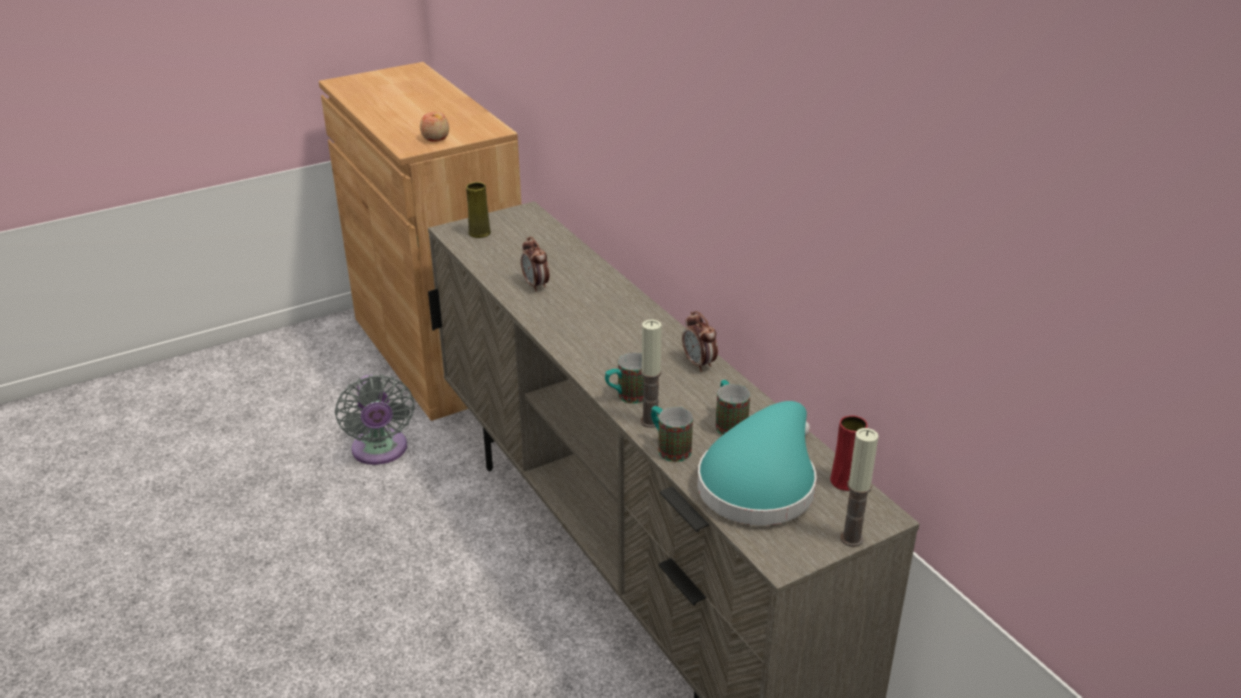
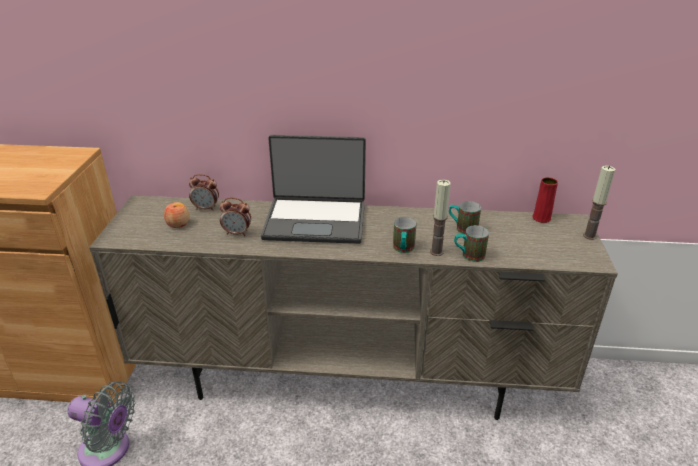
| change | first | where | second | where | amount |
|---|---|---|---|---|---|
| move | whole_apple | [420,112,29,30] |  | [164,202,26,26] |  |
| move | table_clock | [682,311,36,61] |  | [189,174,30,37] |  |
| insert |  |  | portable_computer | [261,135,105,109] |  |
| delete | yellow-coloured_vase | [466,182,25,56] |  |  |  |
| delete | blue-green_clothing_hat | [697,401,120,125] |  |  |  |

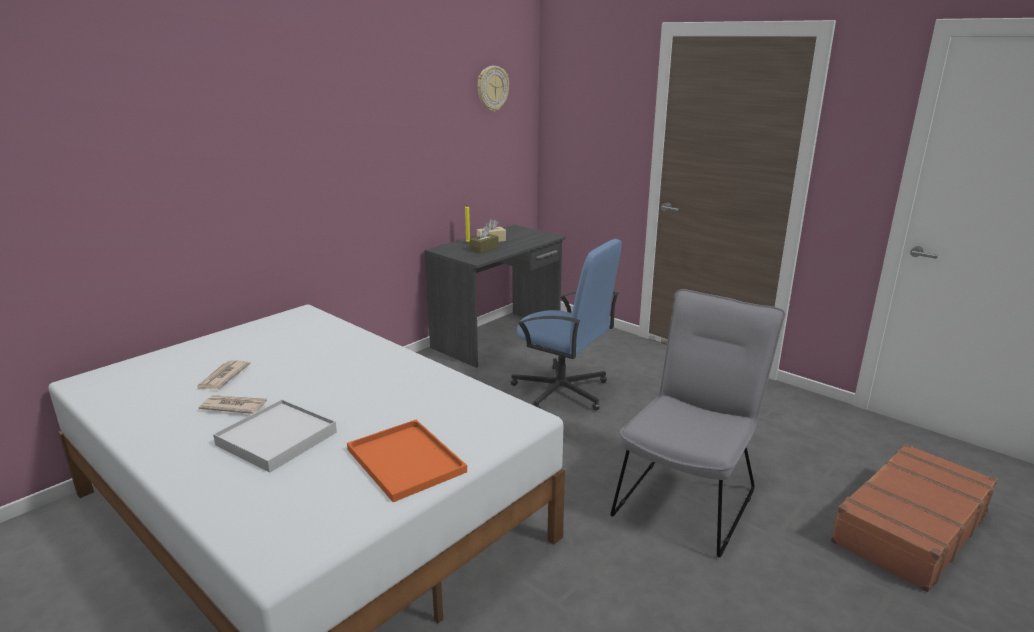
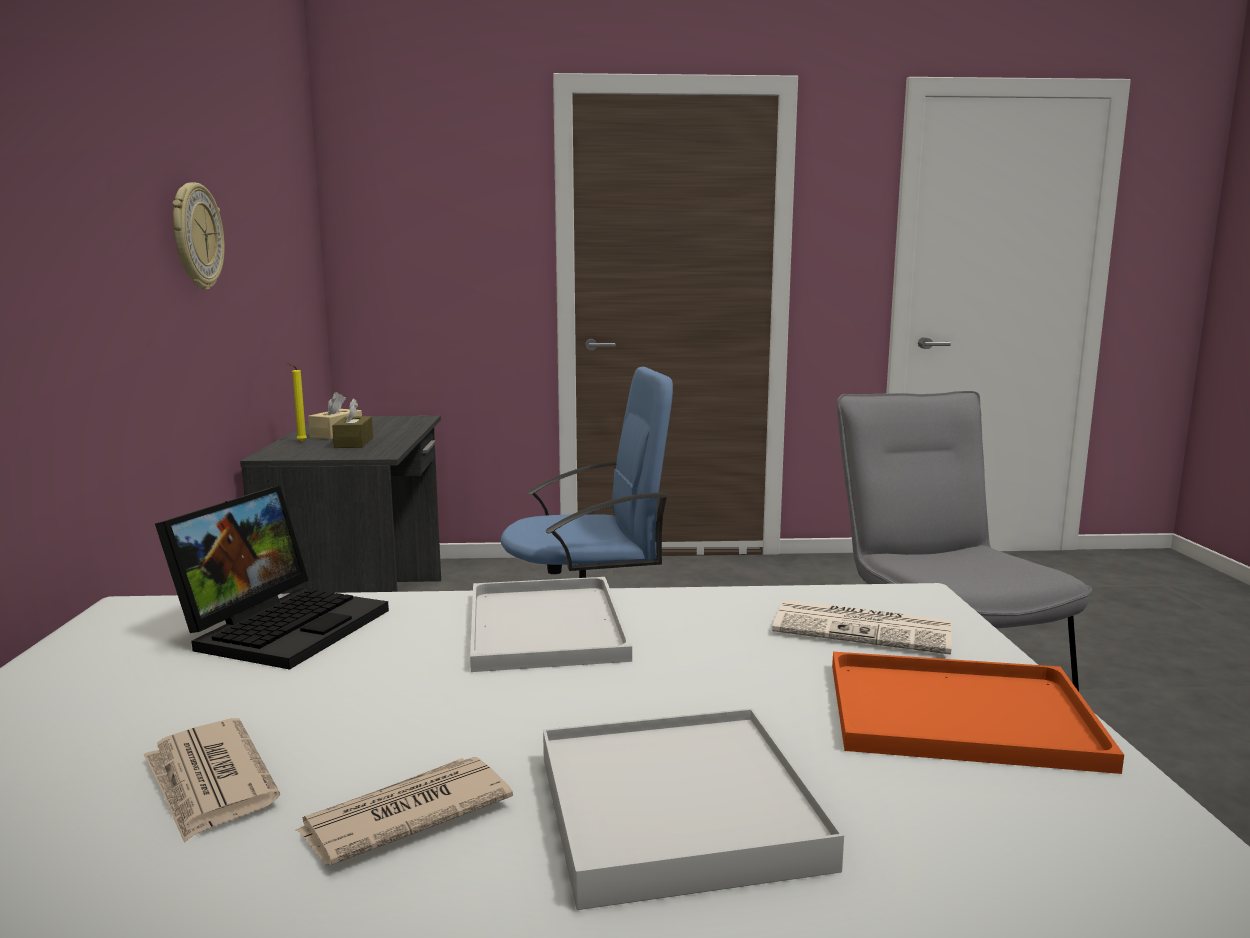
| change | first | where | second | where | amount |
|---|---|---|---|---|---|
| insert |  |  | portable_computer | [155,486,234,184] |  |
| move | clock_on_the_wall | [477,66,32,46] |  | [173,182,52,108] |  |
| insert |  |  | white_carrying_tray | [470,577,162,95] |  |
| insert |  |  | printed_paper | [772,600,180,55] |  |
| delete | brown_suitcase | [830,443,168,149] |  |  |  |

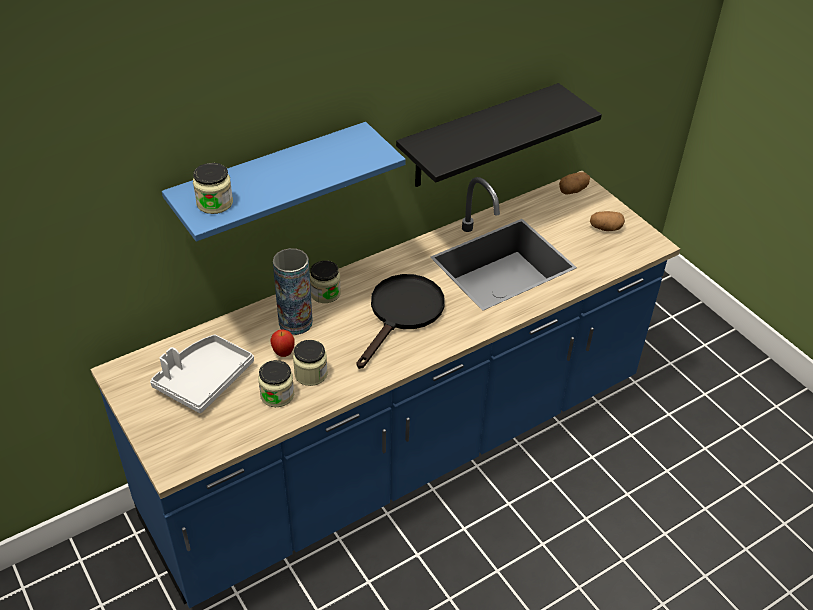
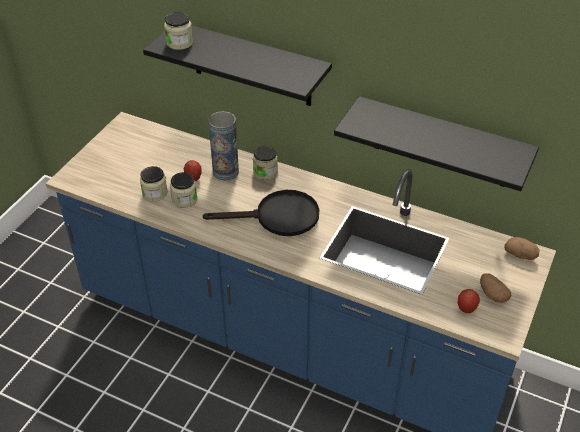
| change | first | where | second | where | amount |
|---|---|---|---|---|---|
| recolor | blue-coloured_wall_shelf | [162,122,244,120] | black-coloured_wall_shelf | [143,26,189,80] |  |
| insert |  |  | whole_apple | [458,289,22,24] |  |
| delete | gray_carrying_tray | [150,334,104,79] |  |  |  |

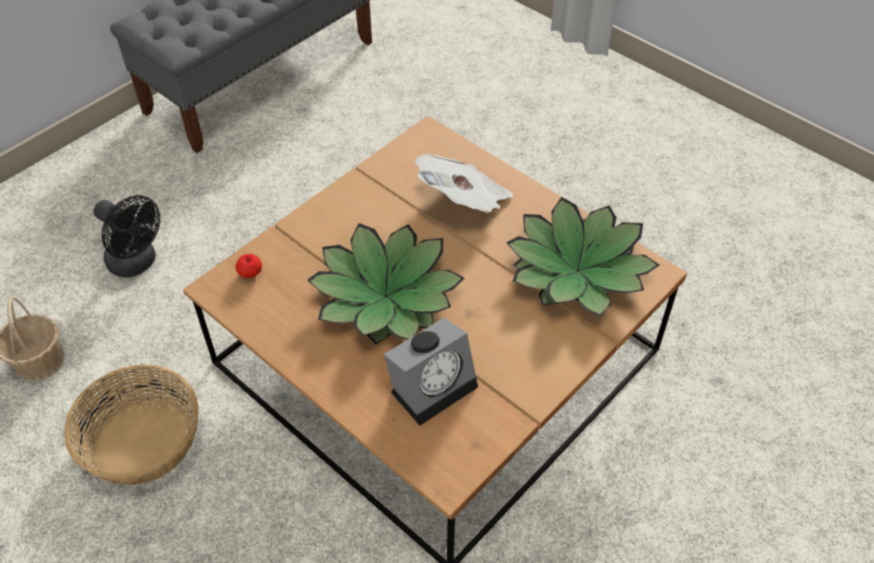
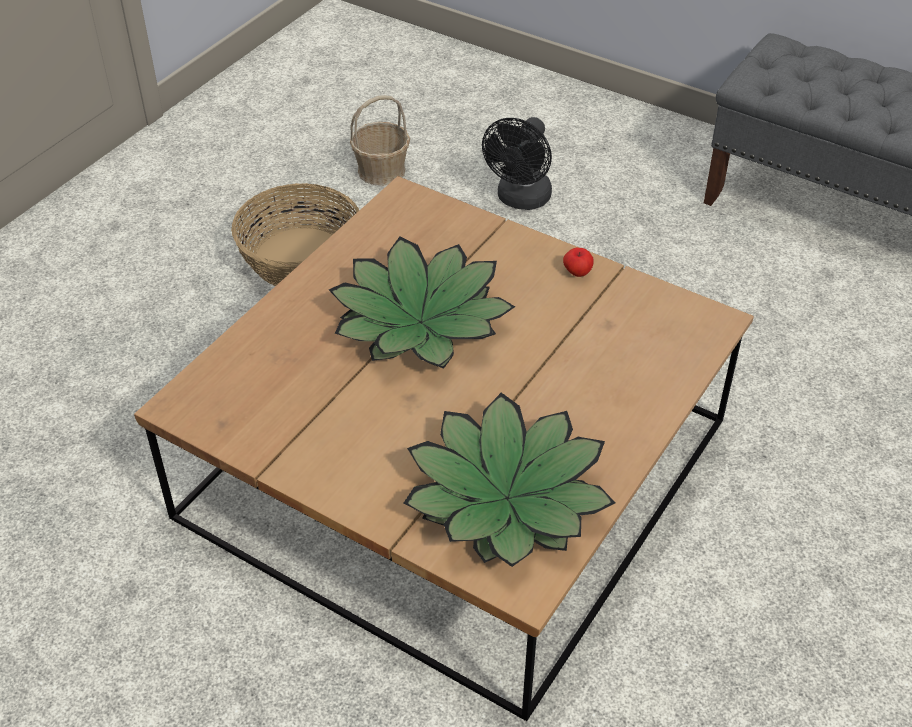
| change | first | where | second | where | amount |
|---|---|---|---|---|---|
| move | whole_apple | [236,254,26,24] |  | [563,248,31,29] |  |
| delete | table_clock | [384,318,94,107] |  |  |  |
| delete | printed_paper | [415,154,98,59] |  |  |  |

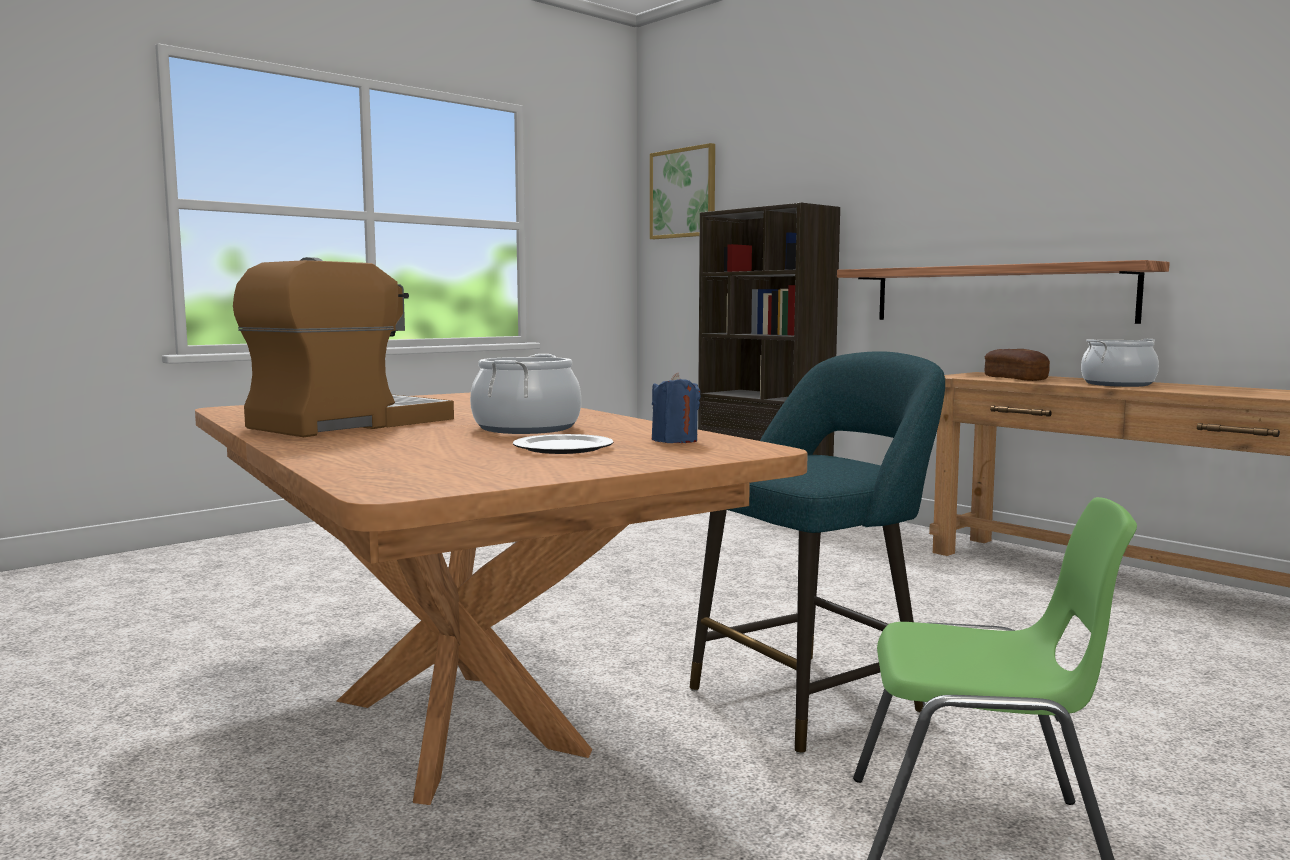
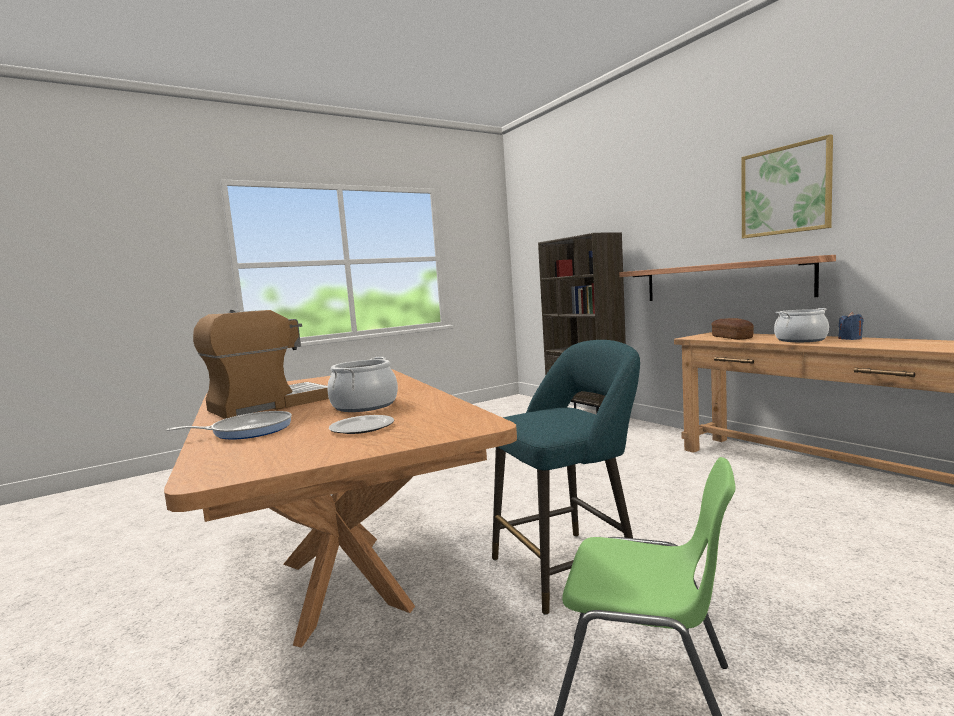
| change | first | where | second | where | amount |
|---|---|---|---|---|---|
| insert |  |  | skillet | [166,411,126,29] |  |
| move | wall_picture | [650,143,65,96] |  | [741,134,92,104] |  |
| move | blue-coloured_wax_candle | [652,373,48,70] |  | [838,312,26,28] |  |

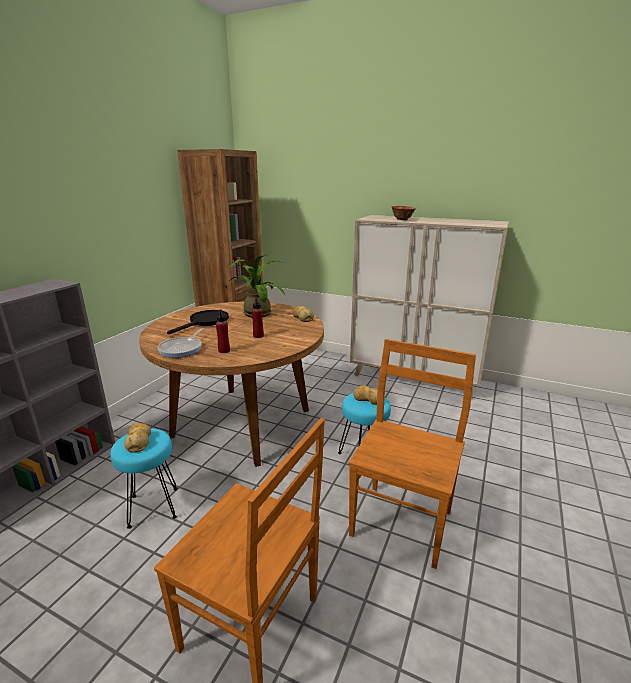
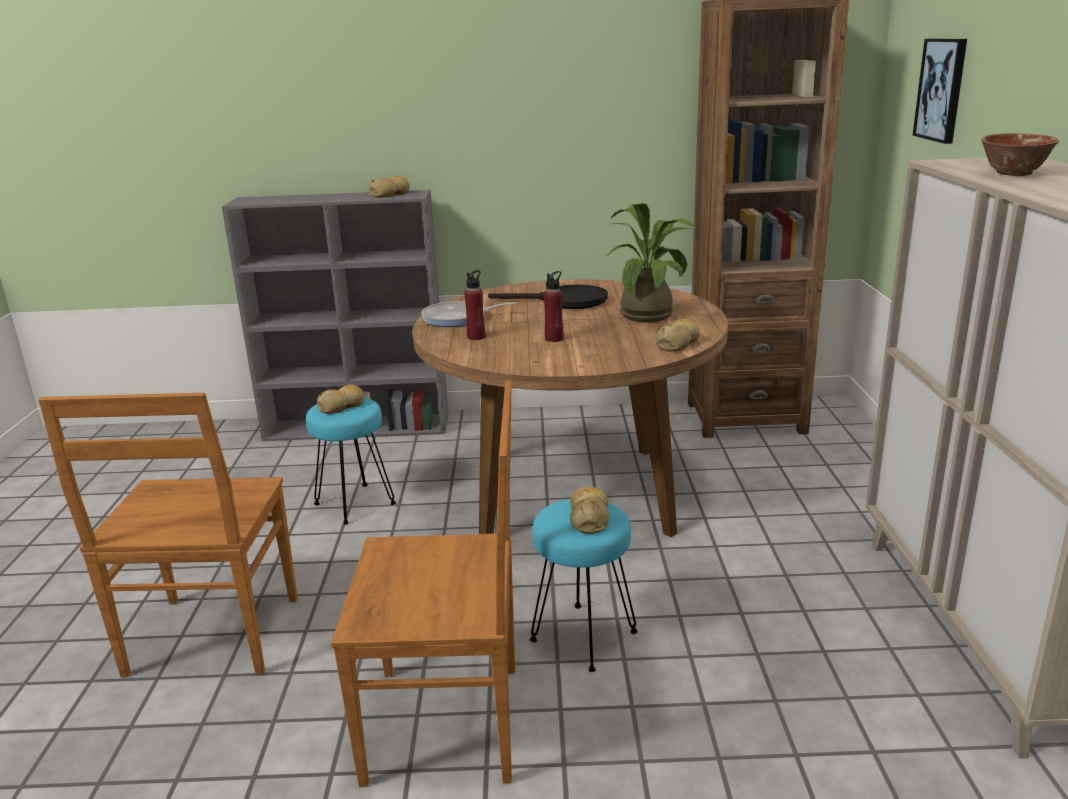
| change | first | where | second | where | amount |
|---|---|---|---|---|---|
| insert |  |  | bakery_bread | [369,176,41,22] |  |
| insert |  |  | wall_picture | [913,38,54,106] |  |

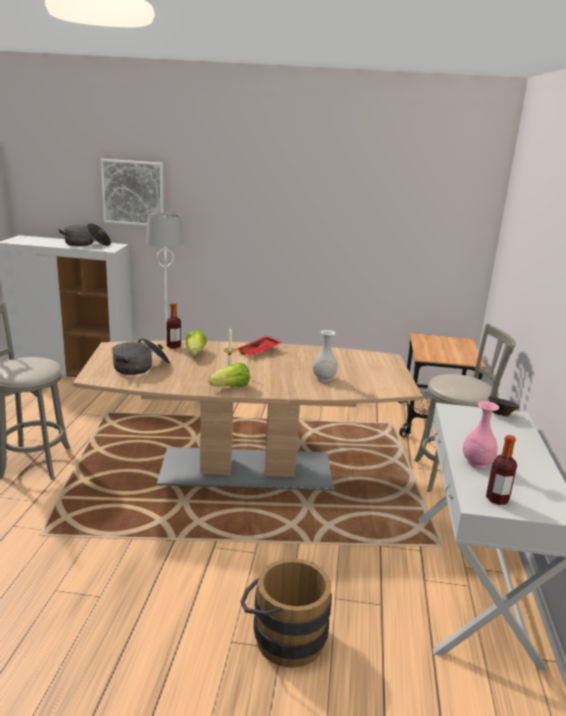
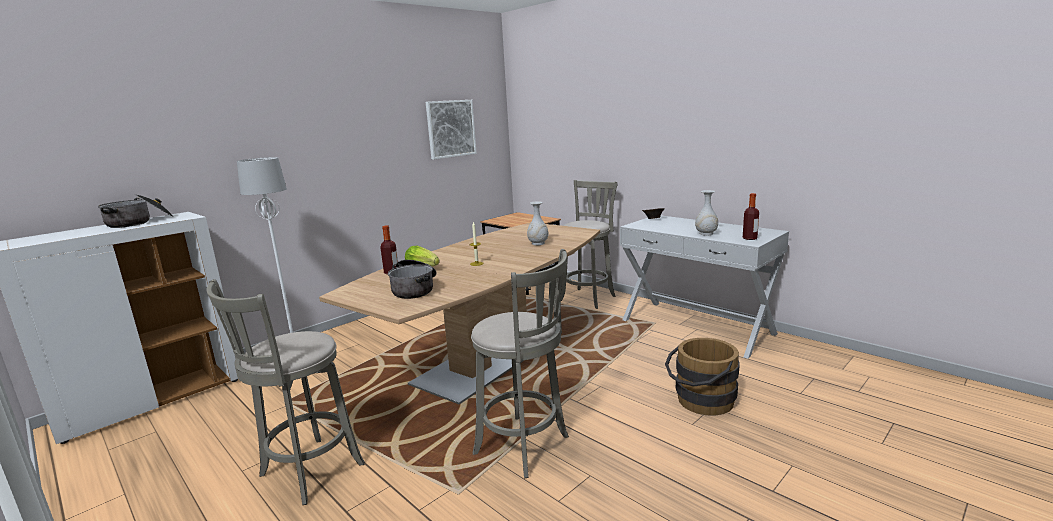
| change | first | where | second | where | amount |
|---|---|---|---|---|---|
| move | wall_picture | [101,159,63,67] |  | [426,100,51,59] |  |
| insert |  |  | gray_stool_seat | [471,249,98,229] |  |
| recolor | pink_vase | [463,401,36,68] | white_vase | [695,190,23,46] |  |
| delete | lettuce | [209,363,41,24] |  |  |  |
| delete | red_carrying_tray | [236,336,46,20] |  |  |  |

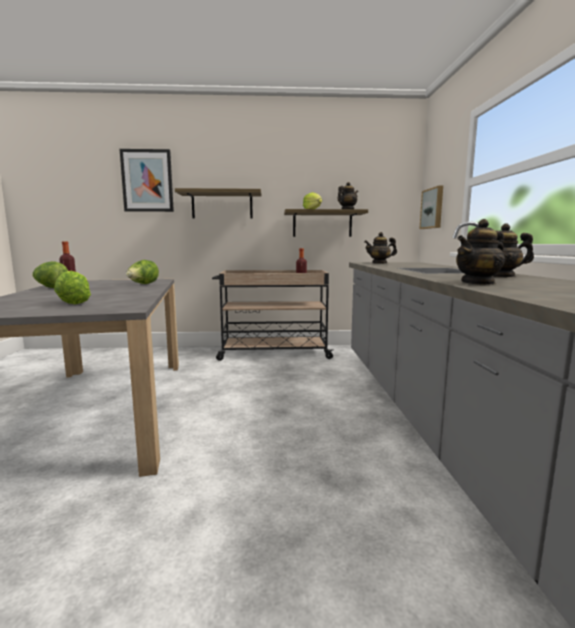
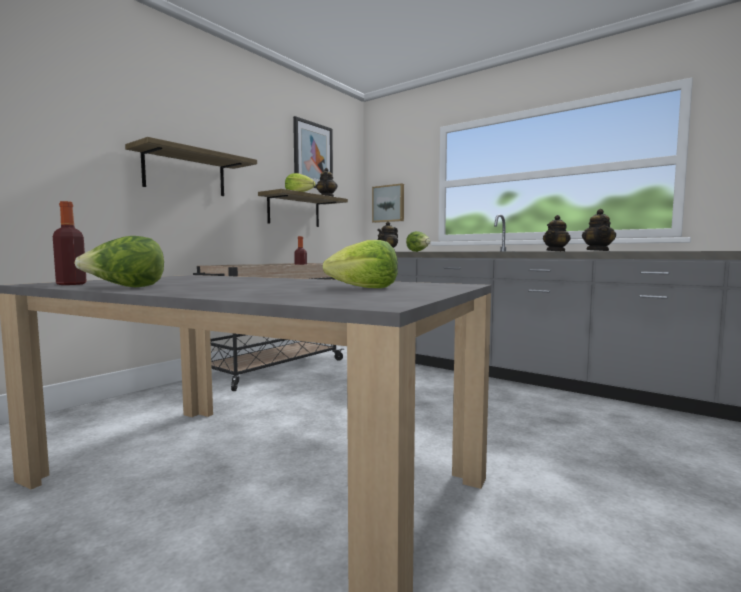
| change | first | where | second | where | amount |
|---|---|---|---|---|---|
| move | wall_picture | [120,149,54,63] |  | [293,116,40,72] |  |
| move | lettuce | [126,260,33,24] |  | [406,231,24,21] |  |

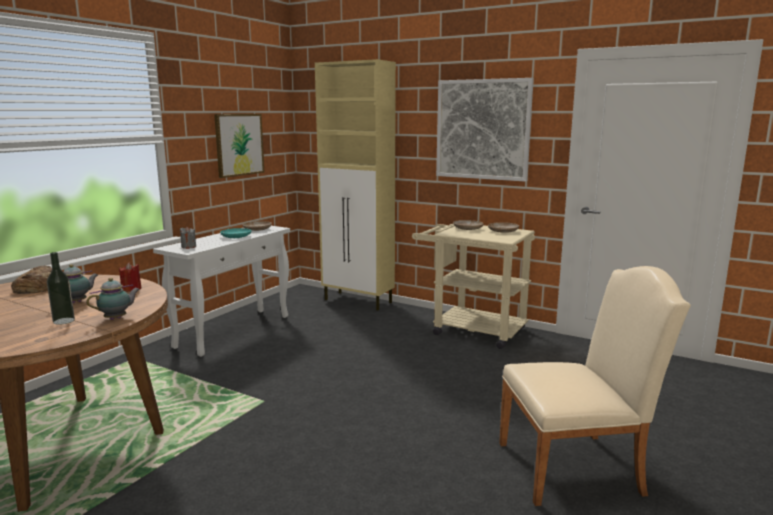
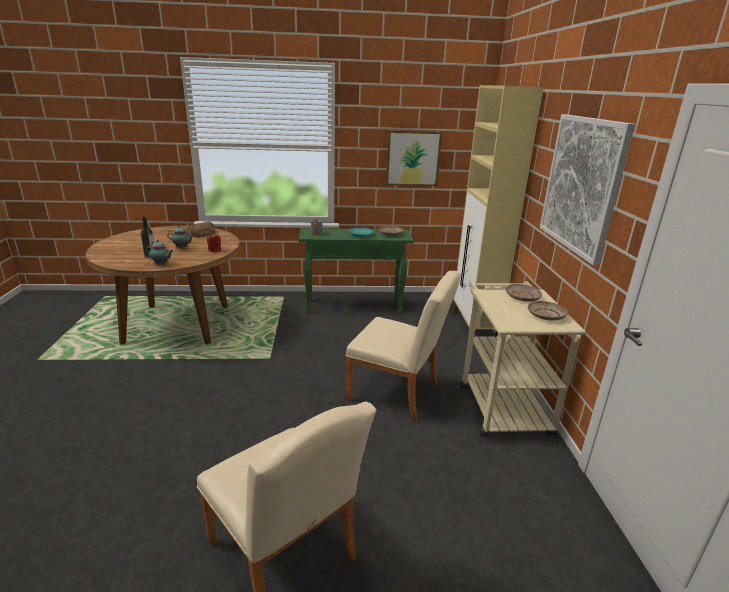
| change | first | where | second | where | amount |
|---|---|---|---|---|---|
| recolor | white_console_table | [153,226,137,131] | green_console_table | [299,228,115,85] |  |
| insert |  |  | sand-coloured_plain_chair | [345,271,116,151] |  |

